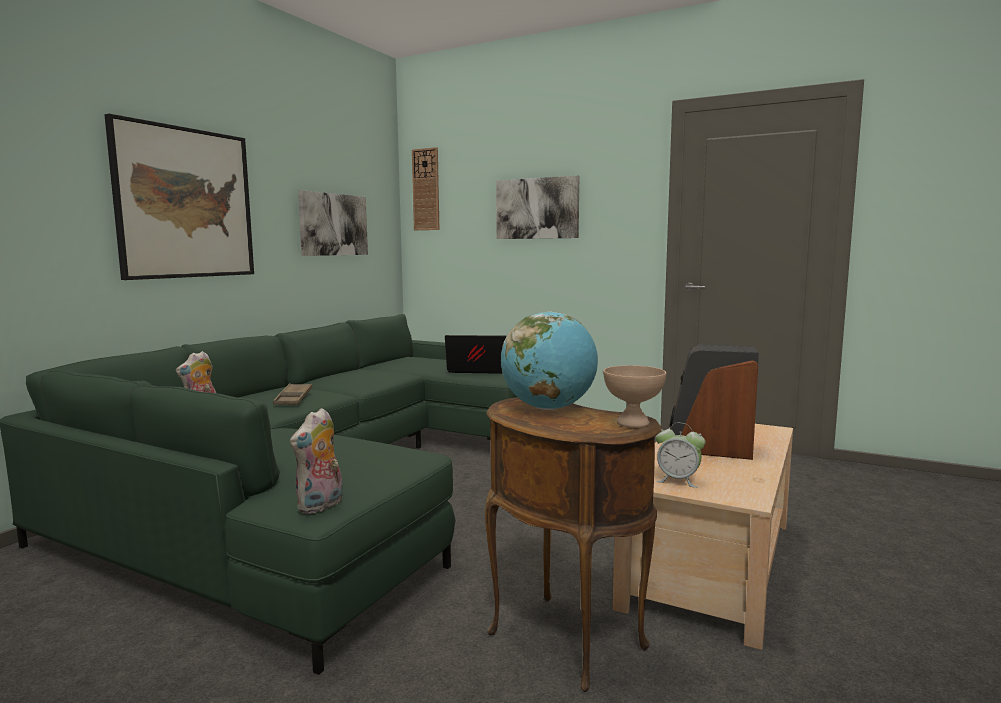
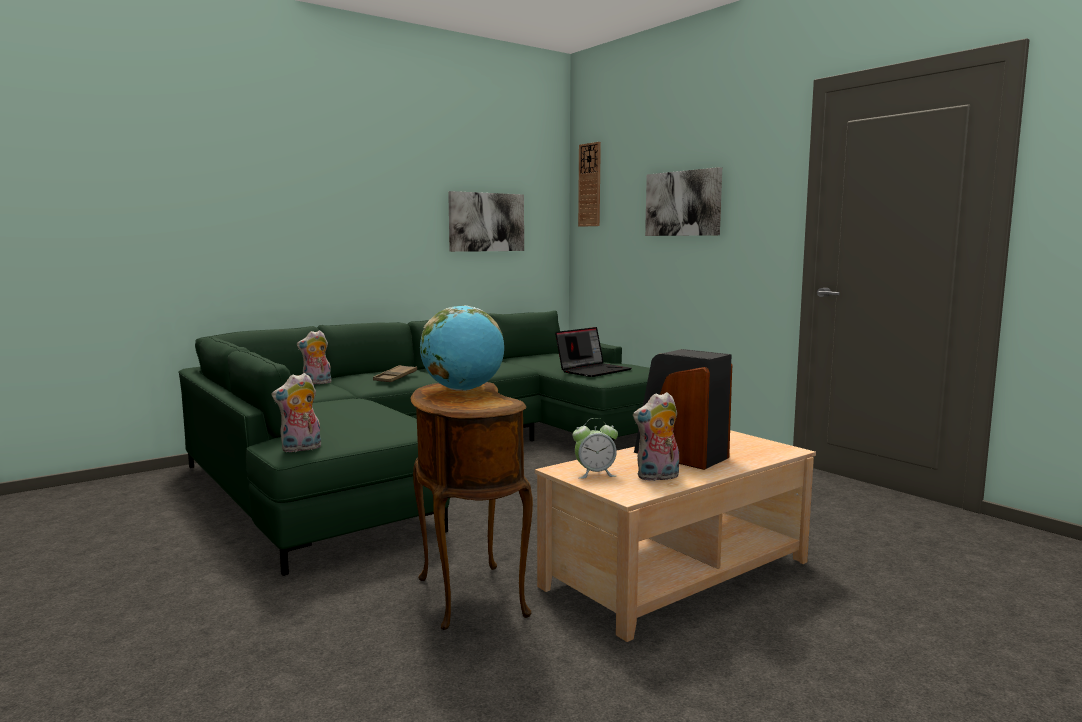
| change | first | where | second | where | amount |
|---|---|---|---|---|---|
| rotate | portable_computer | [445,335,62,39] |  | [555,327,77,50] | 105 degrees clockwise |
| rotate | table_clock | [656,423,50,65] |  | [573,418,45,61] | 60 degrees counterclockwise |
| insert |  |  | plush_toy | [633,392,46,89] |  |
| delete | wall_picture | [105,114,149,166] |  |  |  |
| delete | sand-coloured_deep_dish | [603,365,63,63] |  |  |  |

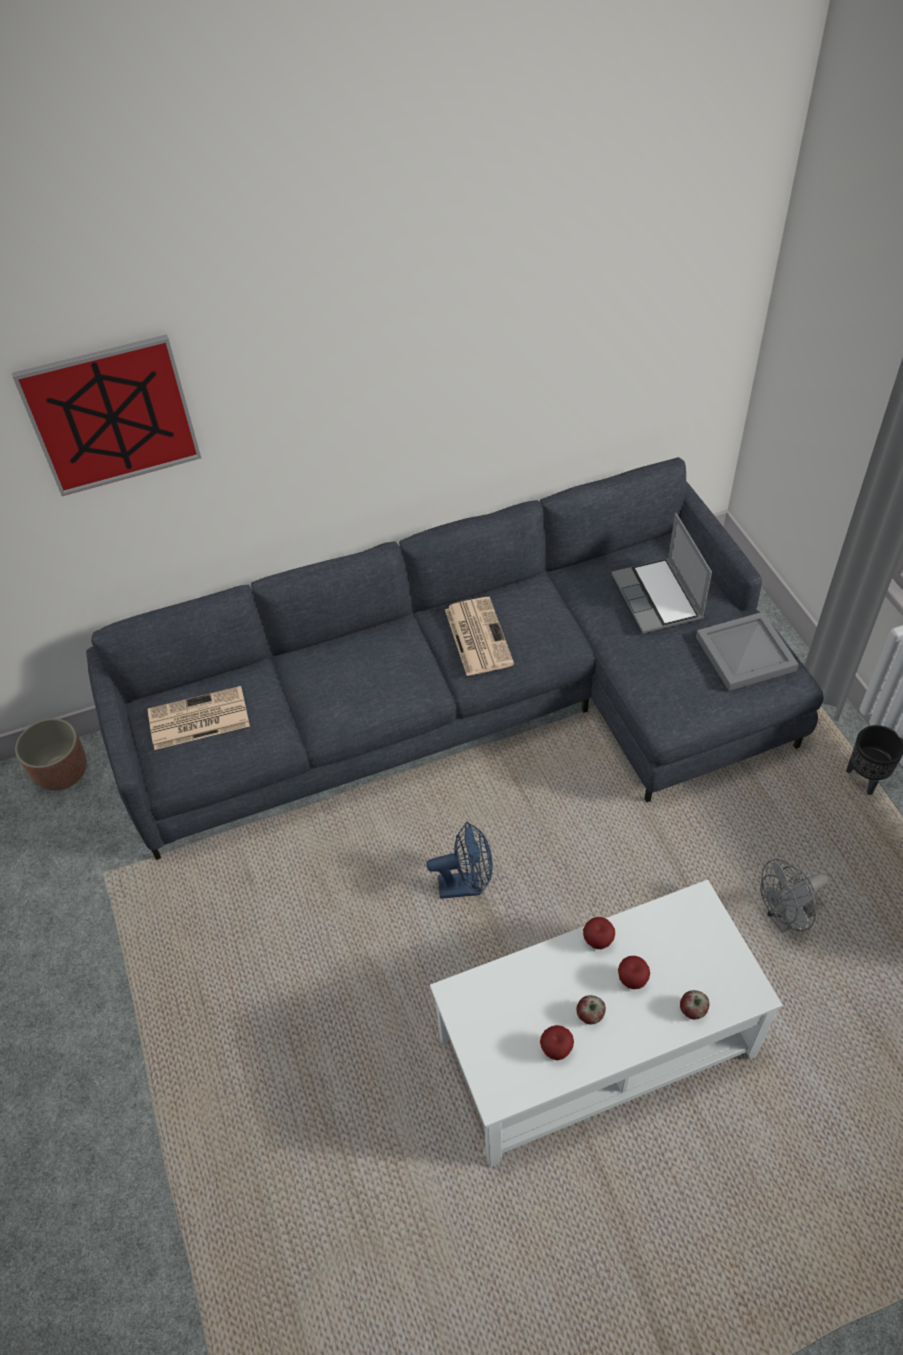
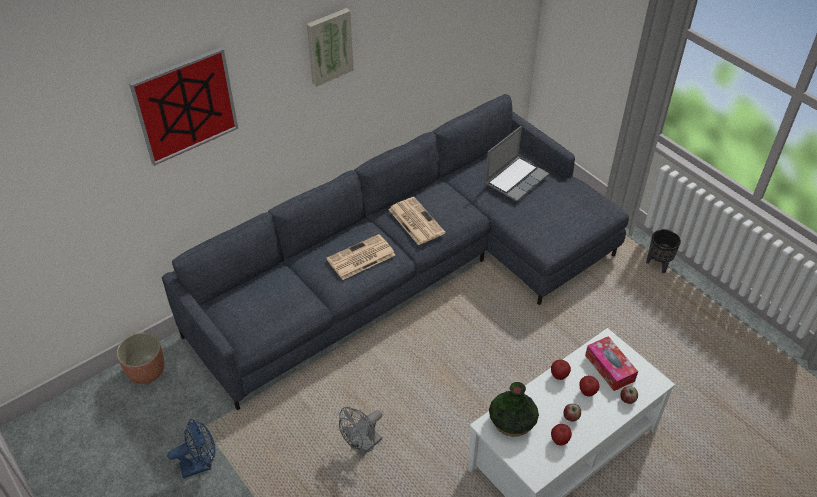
| change | first | where | second | where | amount |
|---|---|---|---|---|---|
| move | blue-coloured_cooling_fan | [426,822,67,77] |  | [167,419,48,59] |  |
| insert |  |  | wall_picture | [307,8,47,79] |  |
| move | printed_paper | [148,686,102,64] |  | [326,234,69,46] |  |
| move | gray_cooling_fan | [761,859,67,74] |  | [339,407,43,49] |  |
| rotate | portable_computer | [612,513,100,121] |  | [485,126,64,76] | 105 degrees counterclockwise |
| insert |  |  | vase | [489,382,50,55] |  |
| insert |  |  | box_of_tissues | [585,336,53,55] |  |
| delete | gray_carrying_tray | [696,612,103,79] |  |  |  |

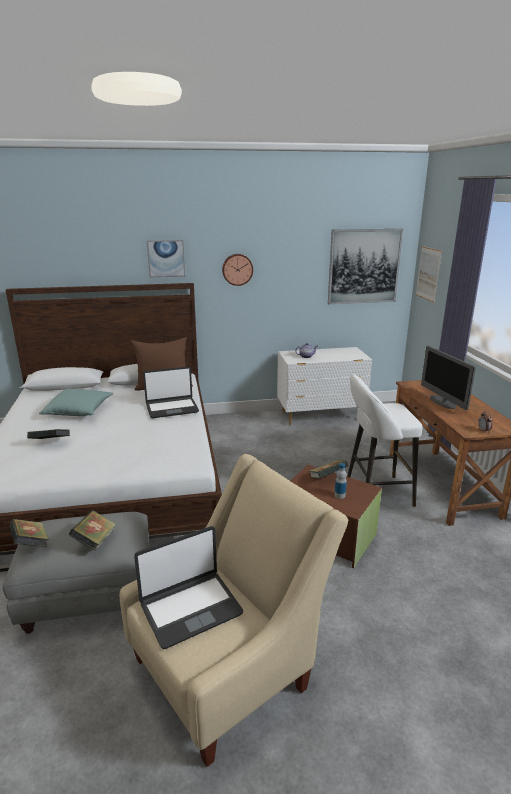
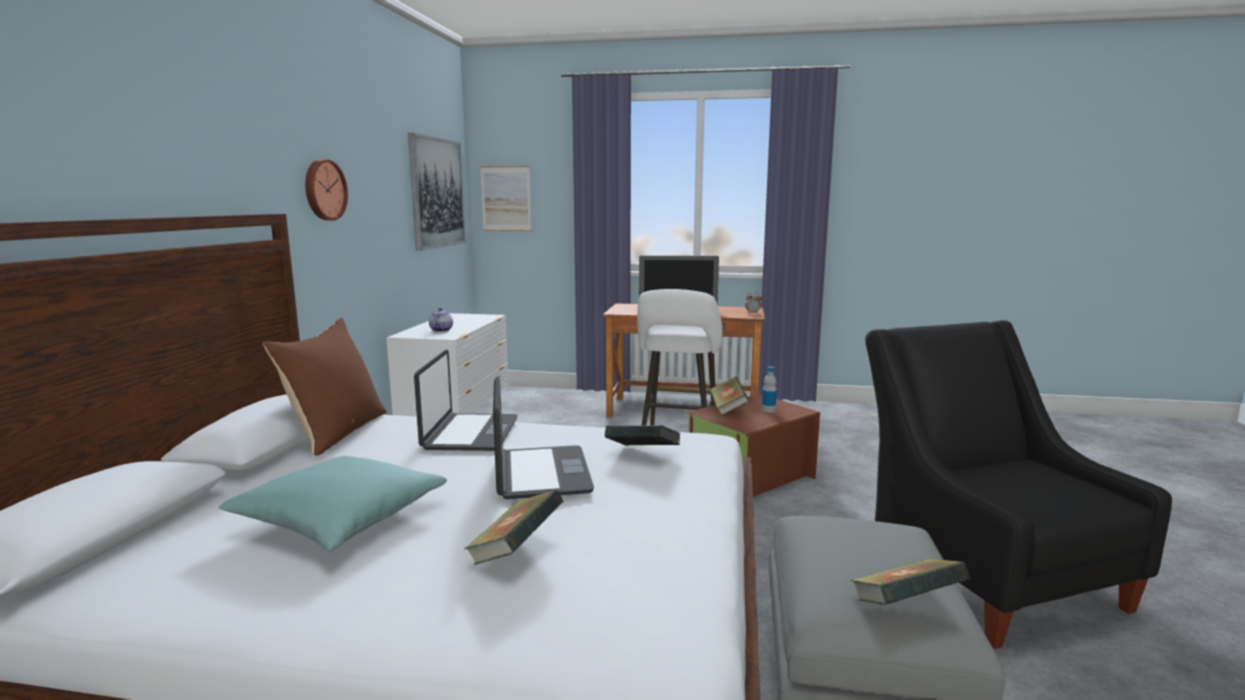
| change | first | where | second | where | amount |
|---|---|---|---|---|---|
| move | portable_computer | [134,526,109,123] |  | [493,376,101,124] |  |
| move | volume | [69,510,48,41] |  | [605,425,75,21] |  |
| recolor | sand-coloured_easy_chair | [120,454,228,313] | black-coloured_easy_chair | [865,320,307,329] |  |
| delete | wall_picture | [147,240,38,38] |  |  |  |

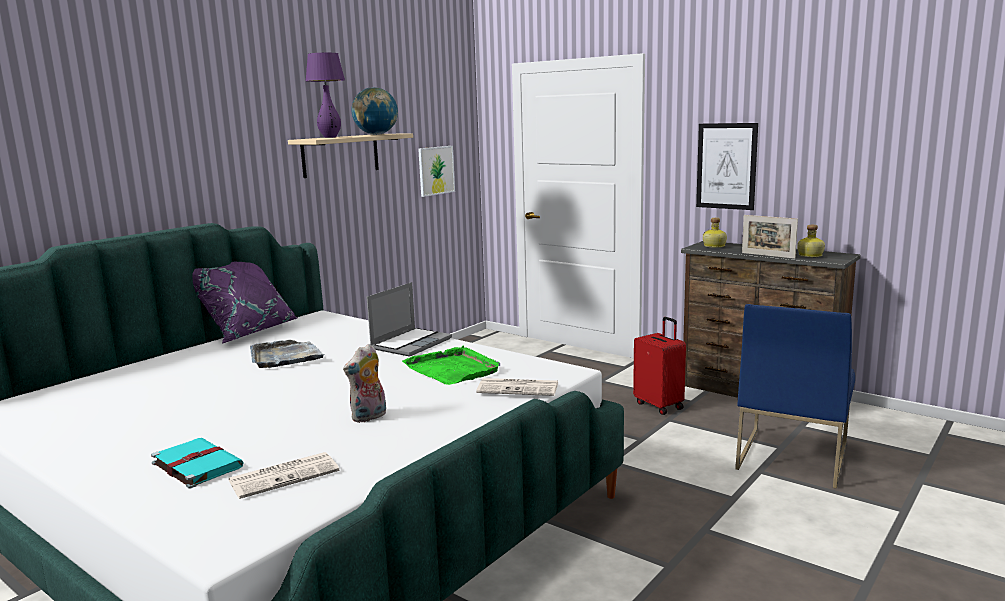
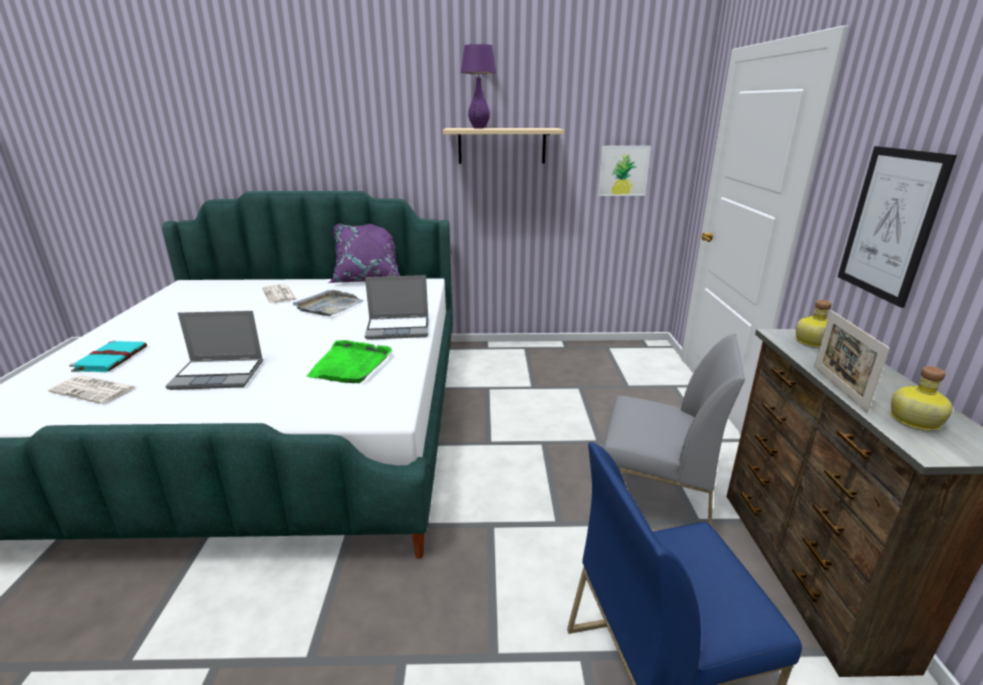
| change | first | where | second | where | amount |
|---|---|---|---|---|---|
| replace | plush_toy | [343,344,43,79] | portable_computer | [166,311,97,79] |  |
| move | printed_paper | [476,378,82,18] |  | [262,284,35,20] |  |
| replace | red_suitcase | [633,317,53,98] | gray_plain_chair | [603,334,142,197] |  |
| delete | desk_globe | [352,87,46,48] |  |  |  |

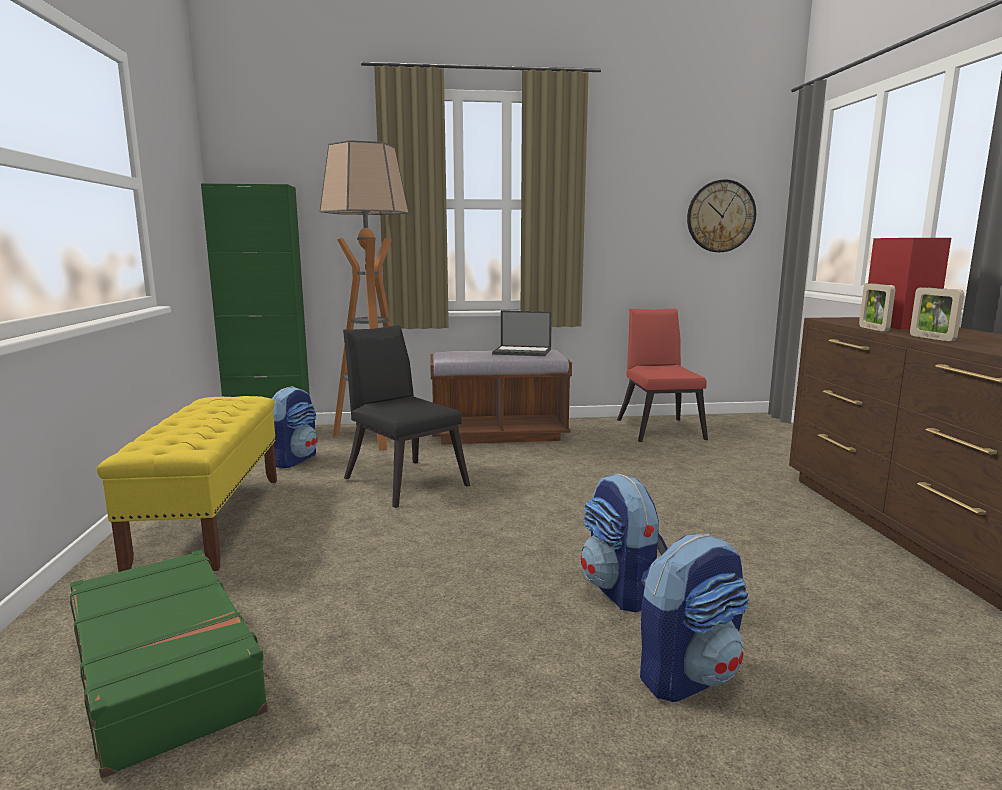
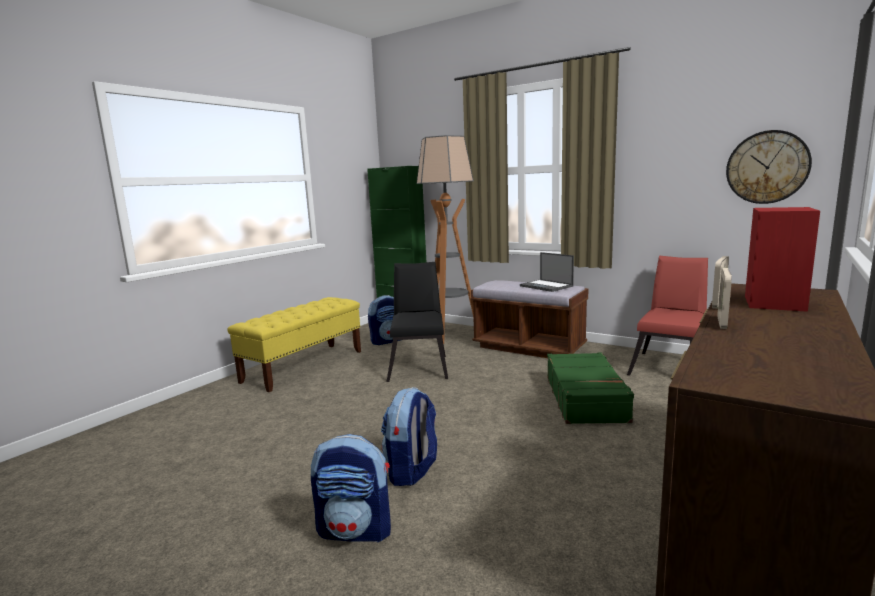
| change | first | where | second | where | amount |
|---|---|---|---|---|---|
| move | green_suitcase | [70,550,201,229] |  | [547,353,88,71] |  |

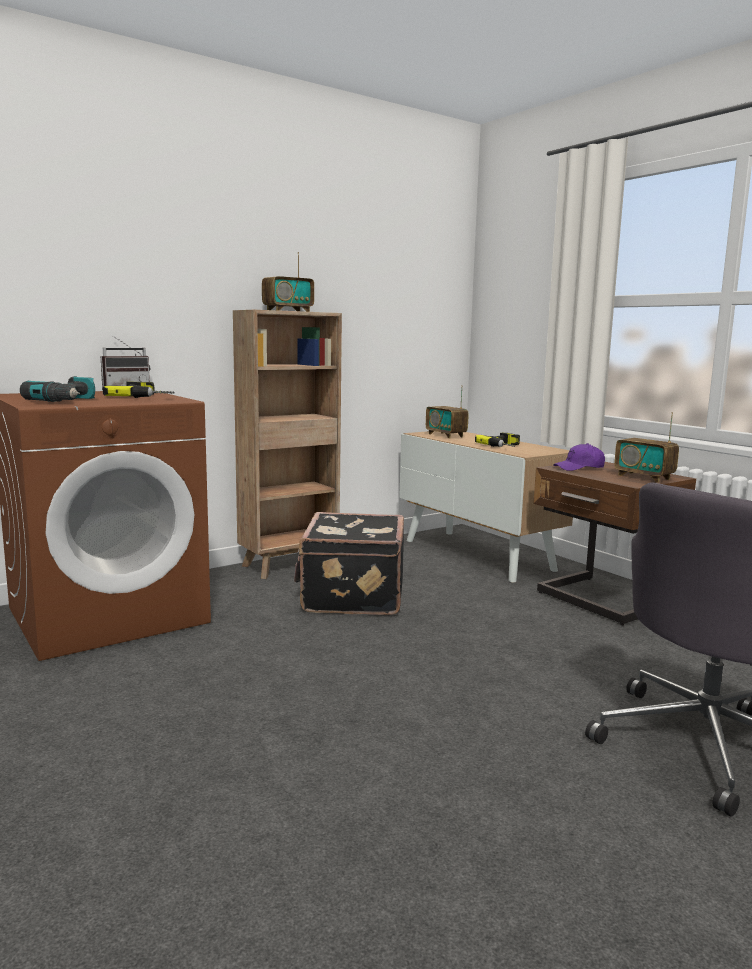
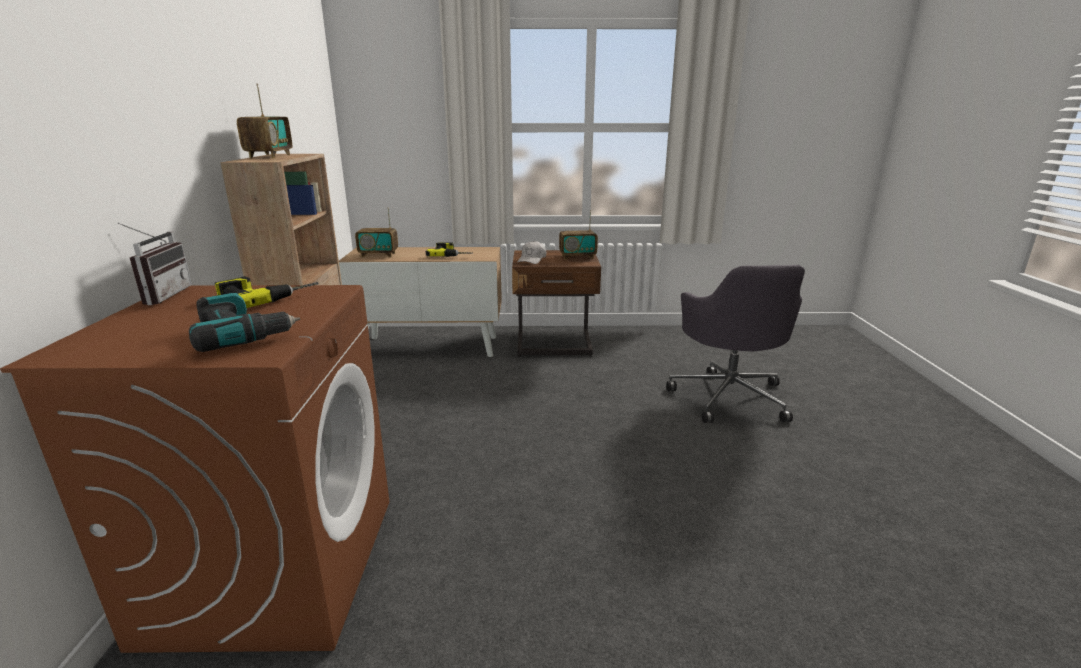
| change | first | where | second | where | amount |
|---|---|---|---|---|---|
| recolor | purple_baseball_cap | [553,443,52,28] | white_baseball_cap | [517,241,29,23] |  |
| delete | black-coloured_suitcase | [294,512,110,103] |  |  |  |

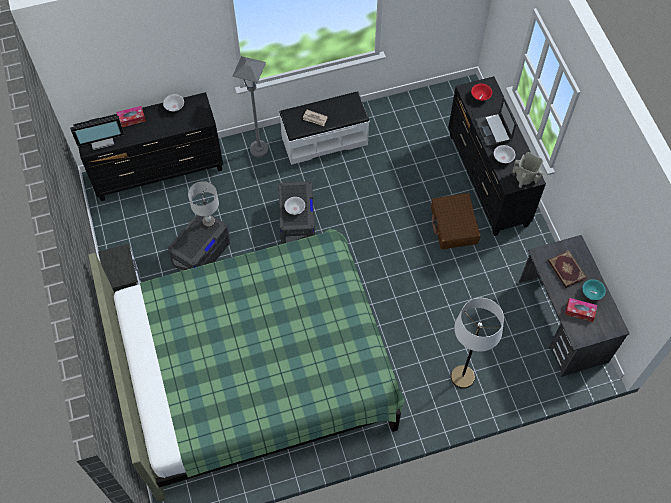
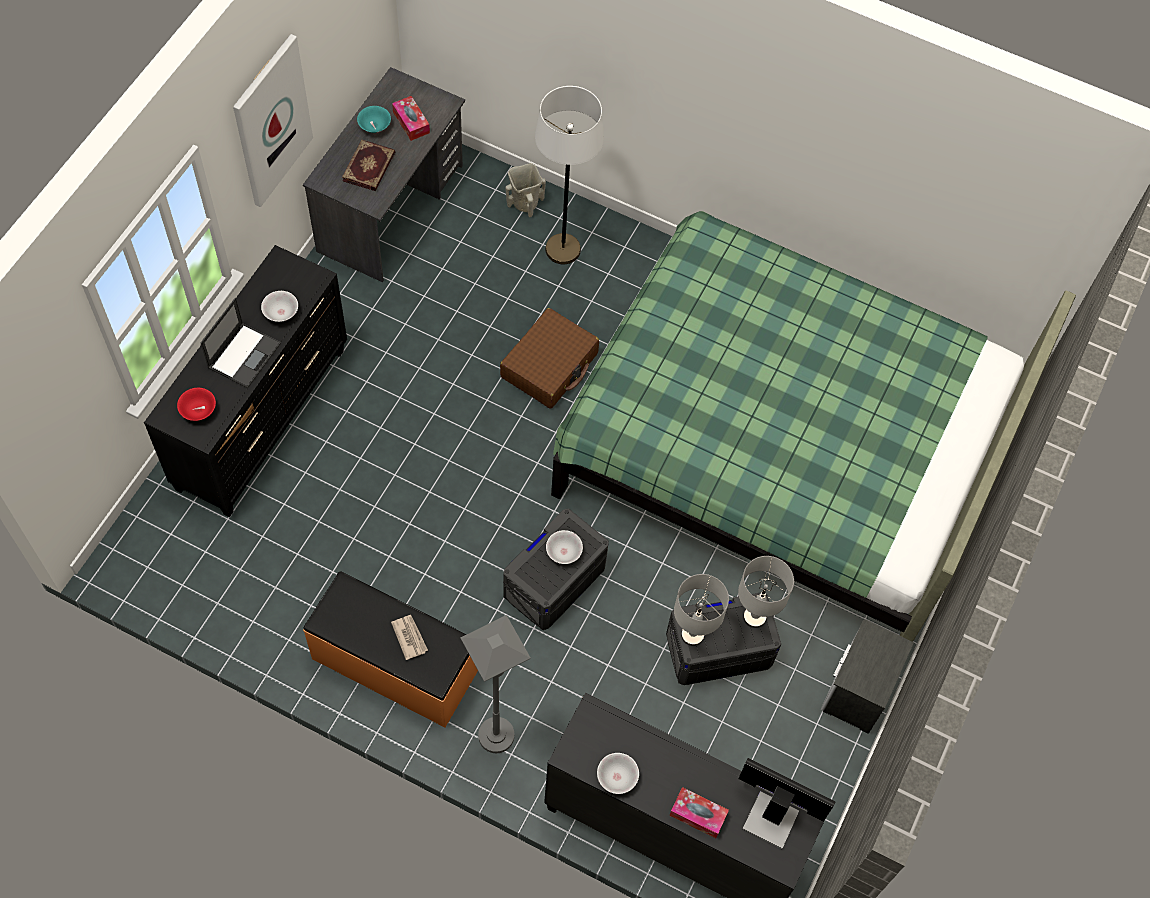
| change | first | where | second | where | amount |
|---|---|---|---|---|---|
| insert |  |  | wall_picture | [233,34,80,173] |  |
| recolor | white_indoor_bench | [279,91,90,74] | orangey_indoor_bench | [303,571,175,156] |  |
| move | brown_suitcase | [431,193,49,56] |  | [500,308,99,101] |  |
| move | sand-coloured_vase | [513,152,30,36] |  | [505,163,41,54] |  |
| insert |  |  | gray_tabletop_lamp | [738,556,56,72] |  |

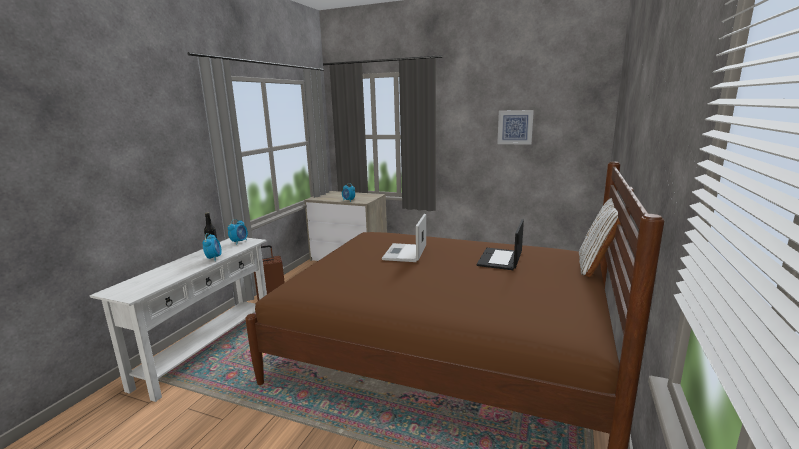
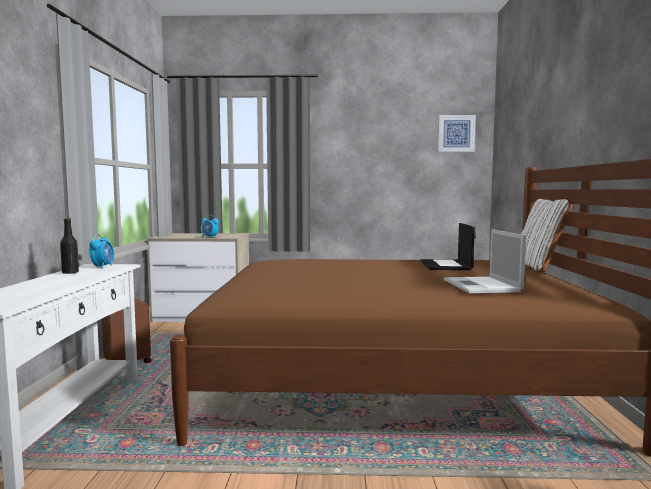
| change | first | where | second | where | amount |
|---|---|---|---|---|---|
| move | wall_picture | [497,110,37,35] |  | [438,115,38,37] |  |
| move | portable_computer | [382,214,44,48] |  | [444,229,82,65] |  |
| delete | table_clock | [203,233,19,28] |  |  |  |

